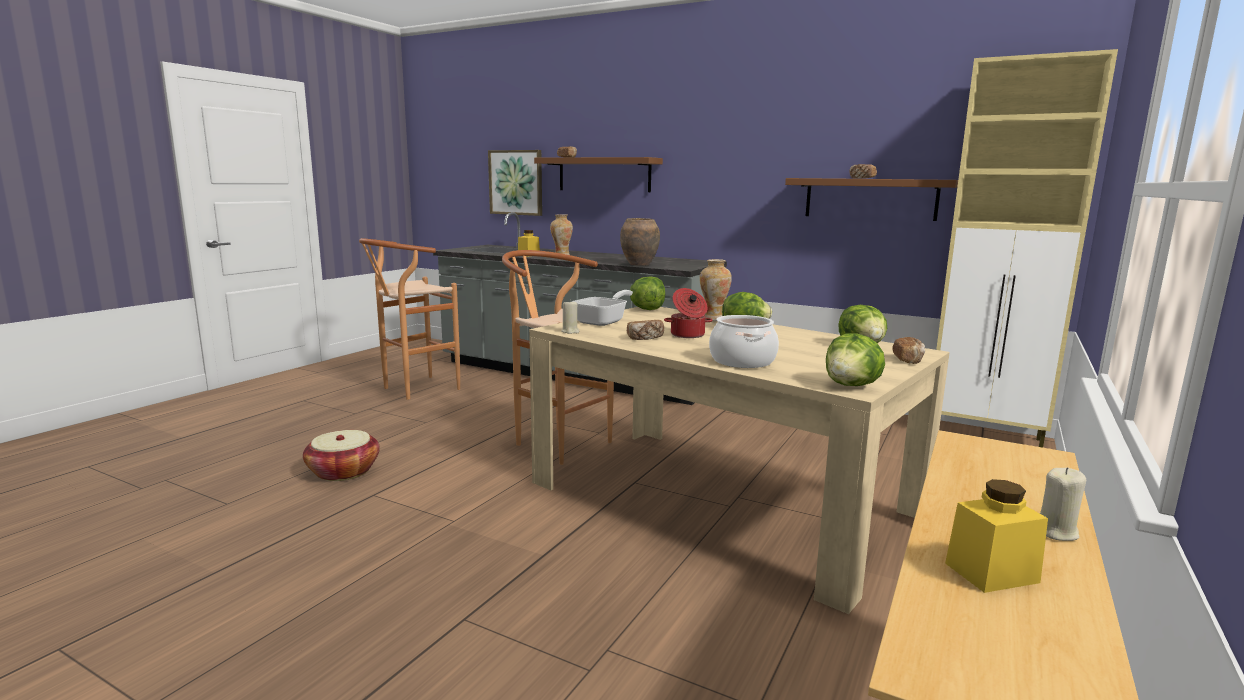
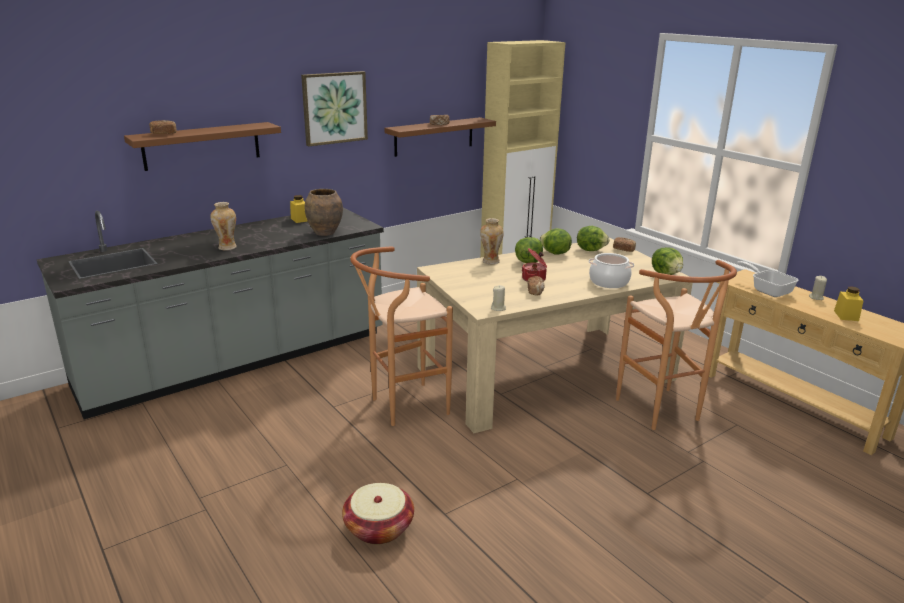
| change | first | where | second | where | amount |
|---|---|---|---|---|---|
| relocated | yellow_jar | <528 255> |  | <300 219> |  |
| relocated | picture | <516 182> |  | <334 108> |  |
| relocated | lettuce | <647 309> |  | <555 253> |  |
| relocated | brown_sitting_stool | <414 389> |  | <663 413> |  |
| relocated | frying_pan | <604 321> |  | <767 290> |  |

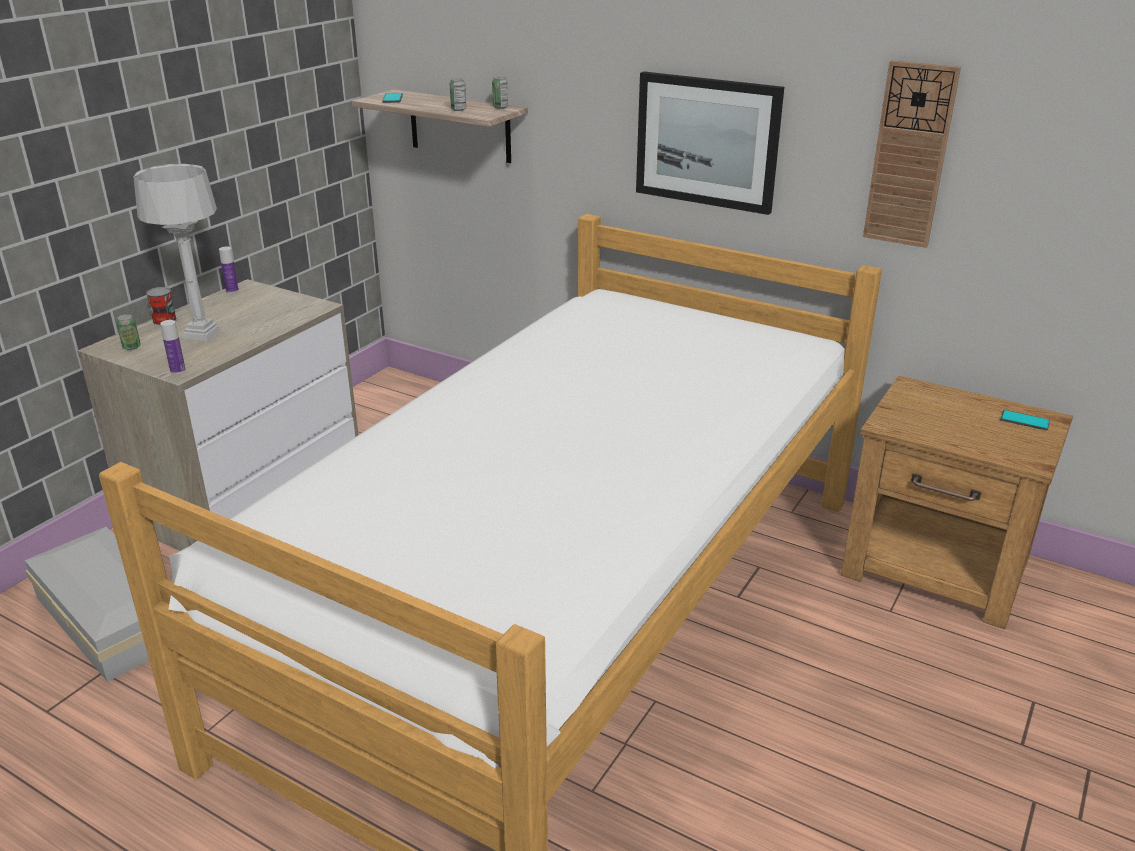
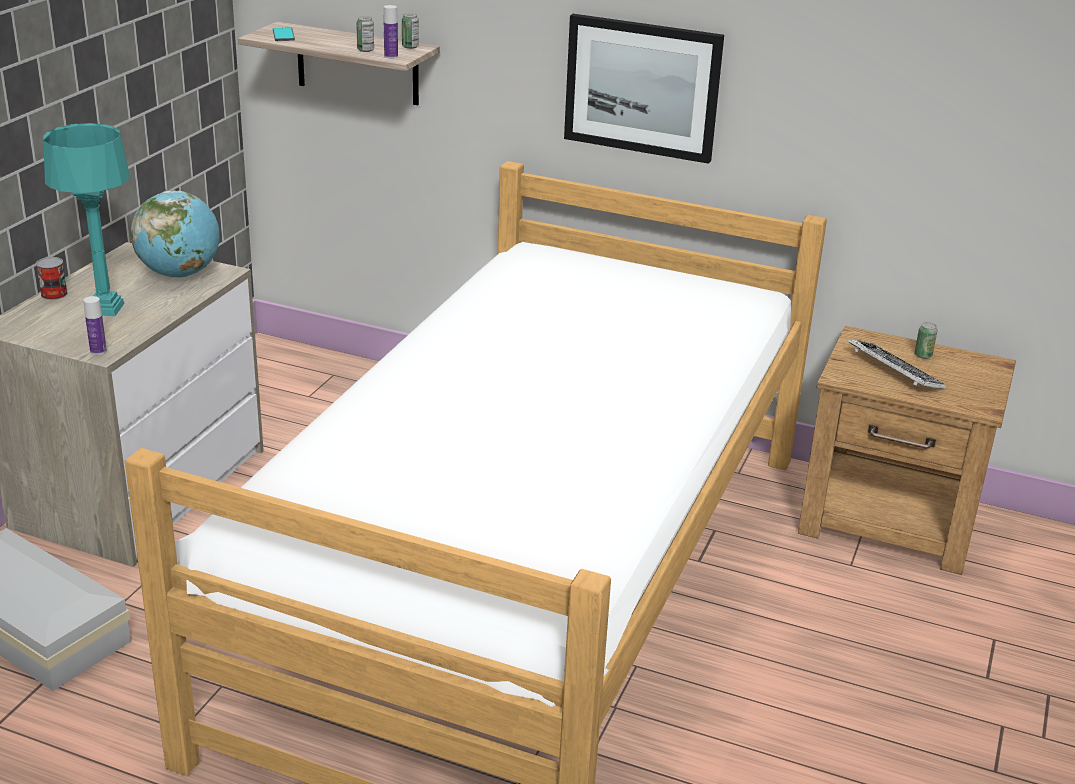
| change | first | where | second | where | amount |
|---|---|---|---|---|---|
| colour | greyish_table_lamp | <201 334> | turquoise_table_lamp | <104 308> |  |
| appeared |  |  | globe | <180 274> |  |
| relocated | bottle | <232 290> |  | <391 56> |  |
| appeared |  |  | PC_keyboard | <894 371> |  |
| relocated | metal_can | <131 347> |  | <923 355> |  |
| missing | hanging_clock | <909 155> |  |  |  |
| missing | phone | <1024 421> |  |  |  |

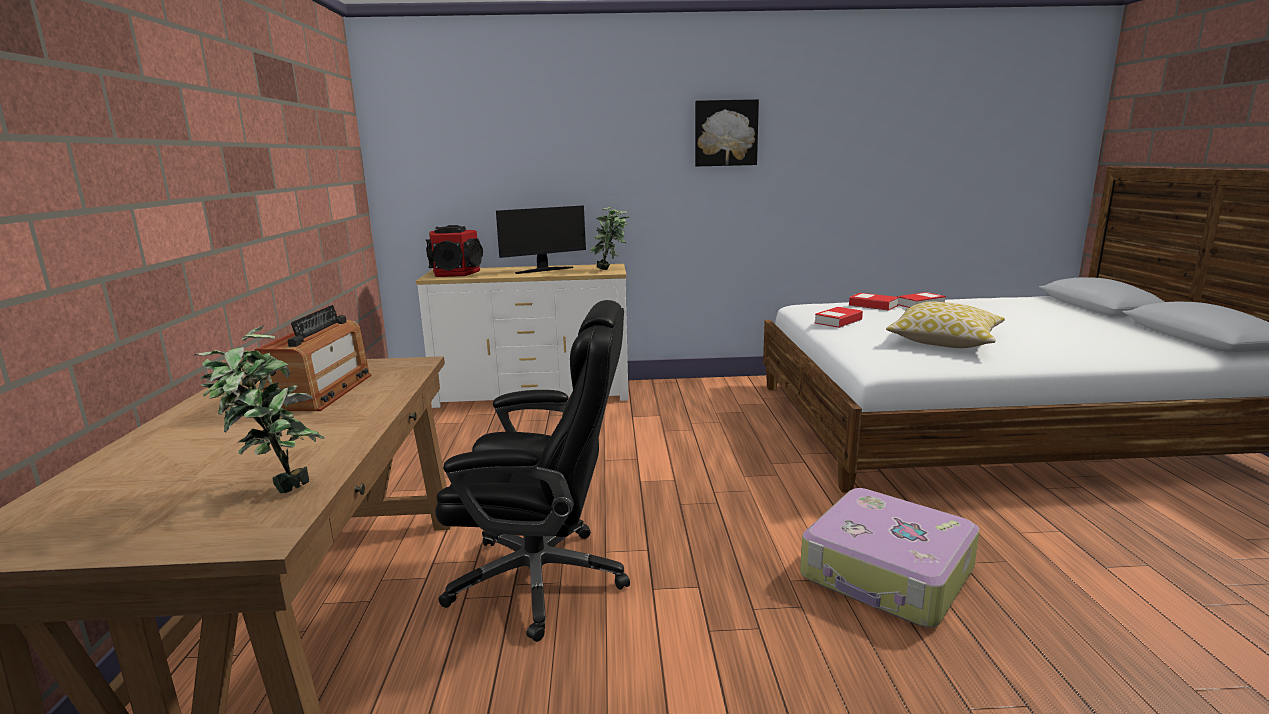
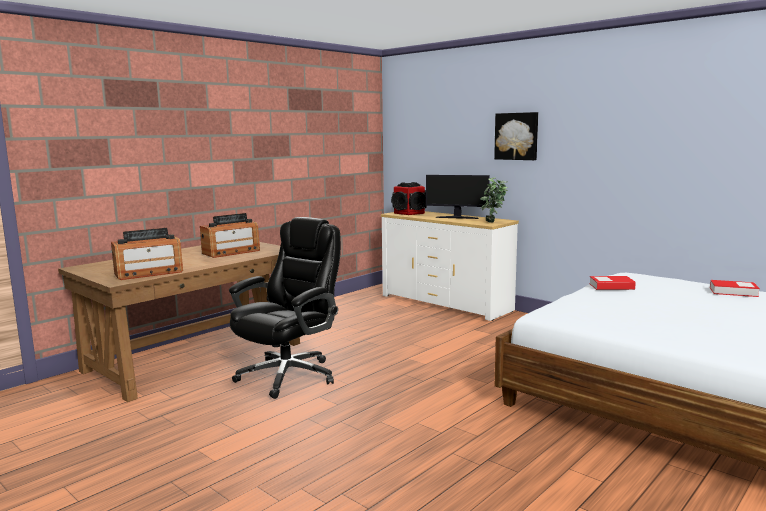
| change | first | where | second | where | amount |
|---|---|---|---|---|---|
| exchanged | plant_in_a_pot | <276 487> | radio_receiver | <149 273> |  |
| spun | black-coloured_office_chair | <543 579> |  | <289 375> | 105 degrees counterclockwise |
| relocated | picture | <725 133> |  | <517 136> |  |
| missing | travel_case | <887 574> |  |  |  |
| missing | bound_book | <873 305> |  |  |  |
| missing | throw_pillow | <944 341> |  |  |  |

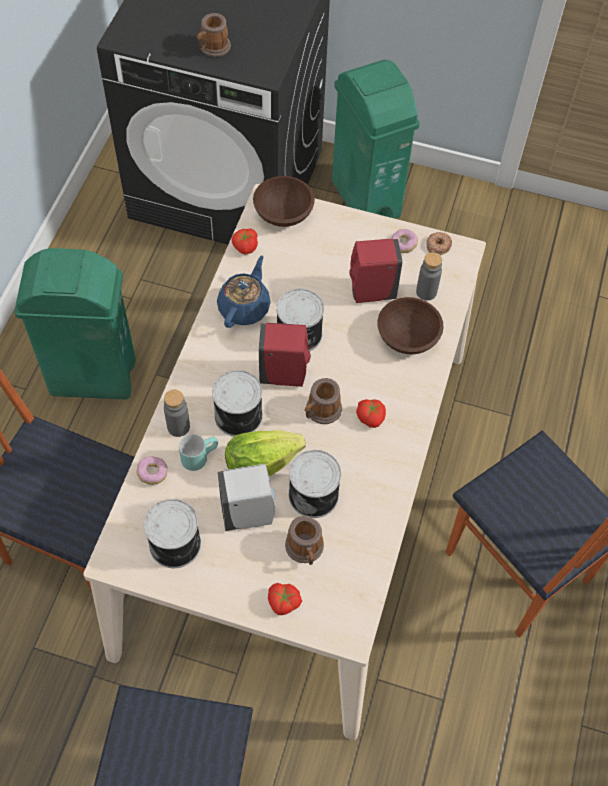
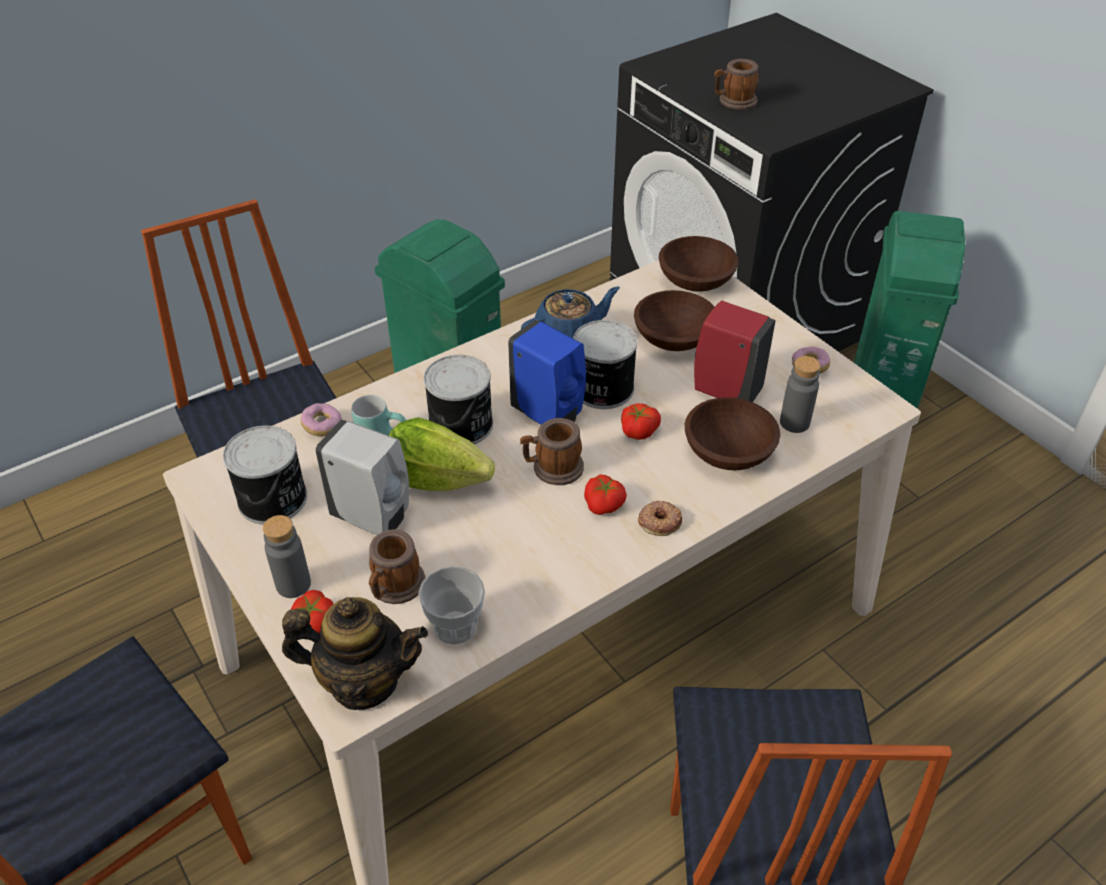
| change | first | where | second | where | amount |
|---|---|---|---|---|---|
| relocated | greyish_bottle | <178 427> |  | <293 584> |  |
| appeared |  |  | pot_for_tea | <363 681> |  |
| appeared |  |  | drinking_cup | <455 626> |  |
| colour | red-coloured_soap_dispenser | <285 374> | blue_soap_dispenser | <549 415> |  |
| relocated | fresh_tomato | <244 246> |  | <638 430> |  |
| appeared |  |  | brown_bowl | <675 339> |  |
| relocated | ring_doughnut | <438 245> |  | <659 521> |  |
| missing | metal_can | <314 494> |  |  |  |

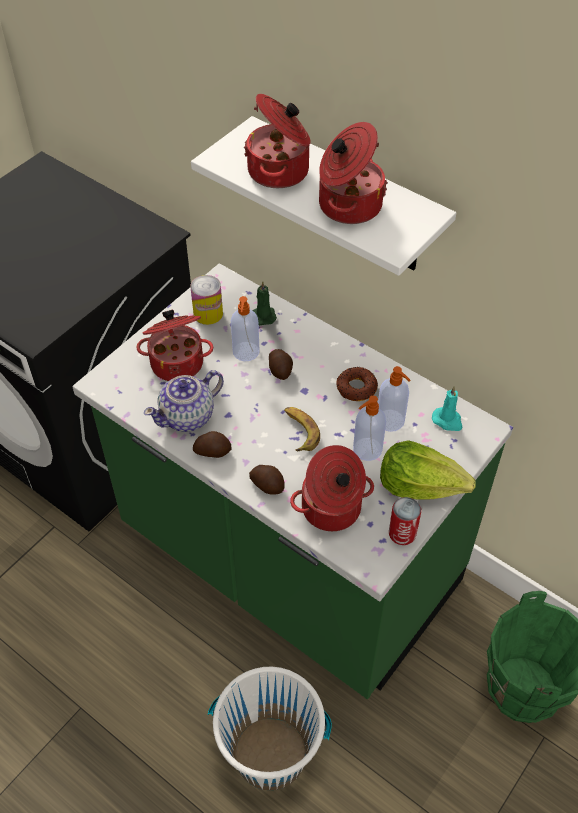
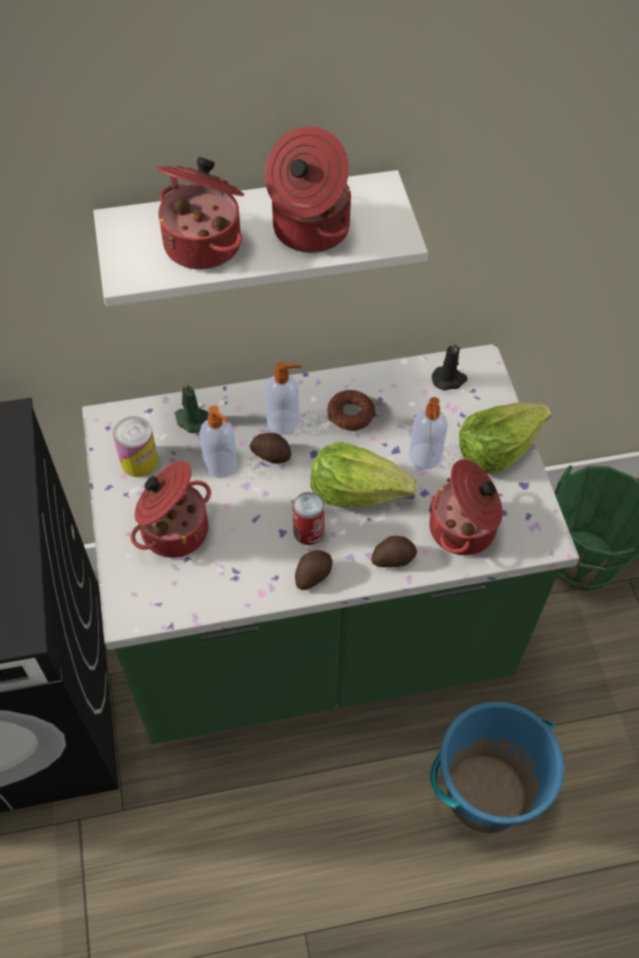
| change | first | where | second | where | amount |
|---|---|---|---|---|---|
| relocated | soap_dispenser | <391 421> |  | <284 422> |  |
| relocated | metal_can | <402 533> |  | <308 532> |  |
| exchanged | banana_fruit | <299 431> | lettuce | <357 491> |  |
| colour | white-coloured_bucket | <270 753> | blue_bucket | <485 793> |  |
| colour | turquoise_candle | <448 420> | black-coloured_candle | <449 379> |  |
| missing | pot_for_tea | <188 416> |  |  |  |

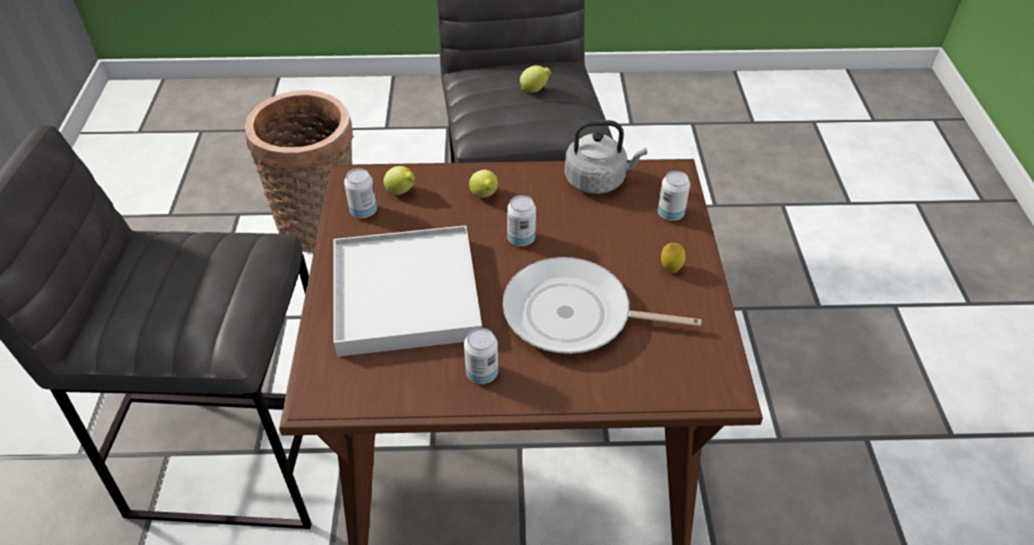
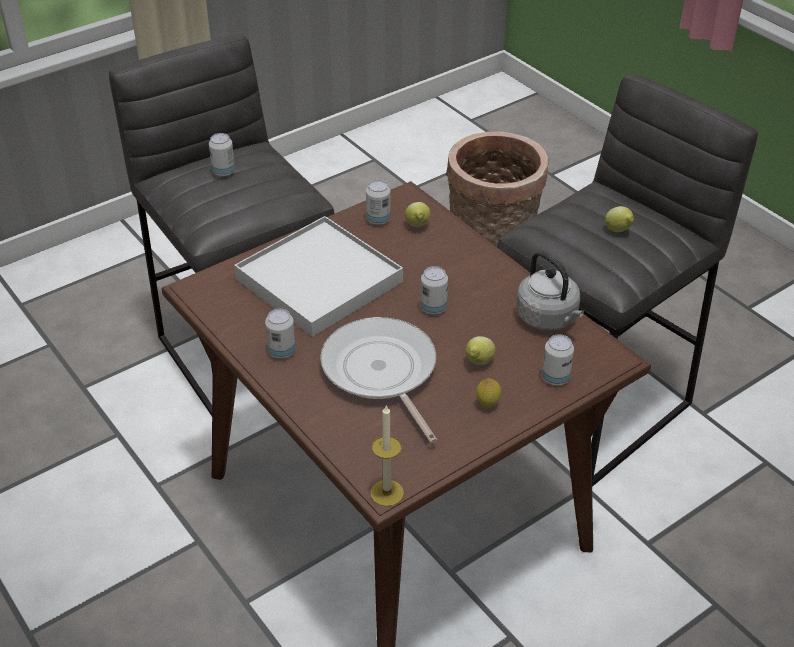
| change | first | where | second | where | amount |
|---|---|---|---|---|---|
| appeared |  |  | metal_can | <223 172> |  |
| appeared |  |  | candle | <387 493> |  |
| relocated | whole_lemon | <484 196> |  | <478 363> |  |

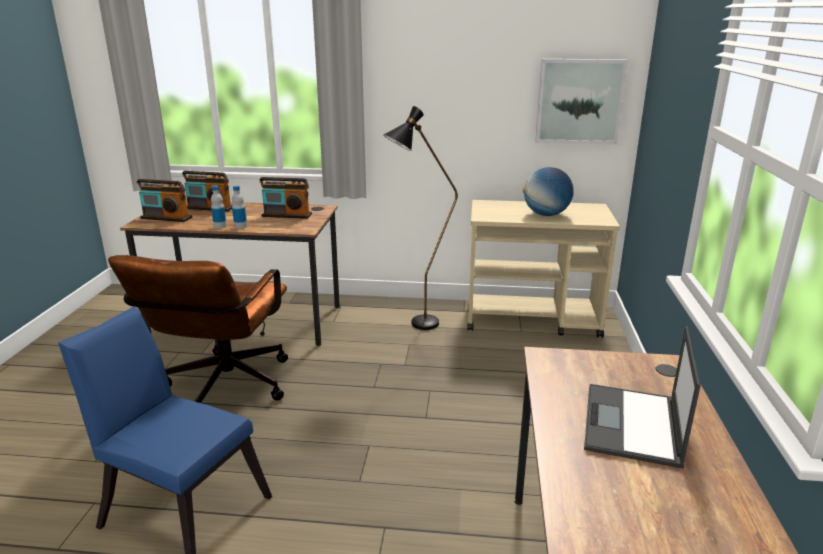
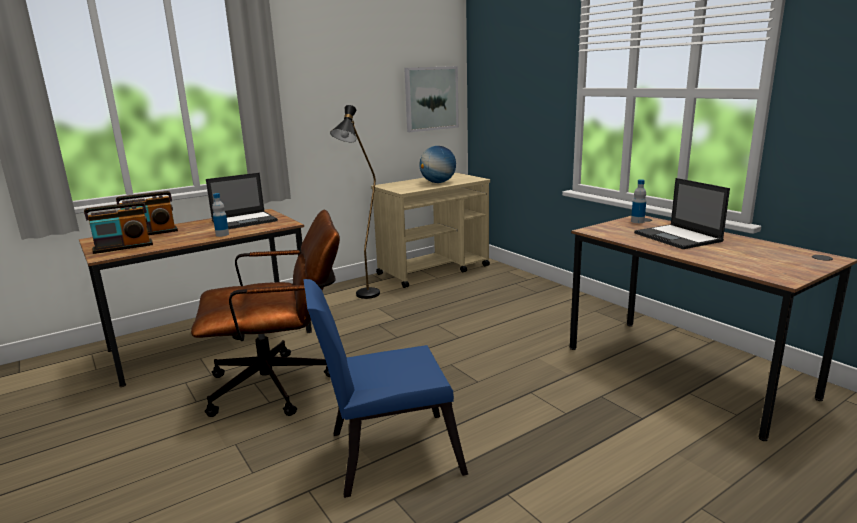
| change | first | where | second | where | amount |
|---|---|---|---|---|---|
| spun | brown_office_chair | <223 390> |  | <281 385> | 75 degrees counterclockwise |
| exchanged | radio_receiver | <287 215> | laptop | <245 221> |  |
| relocated | bottle | <220 226> |  | <637 221> |  |

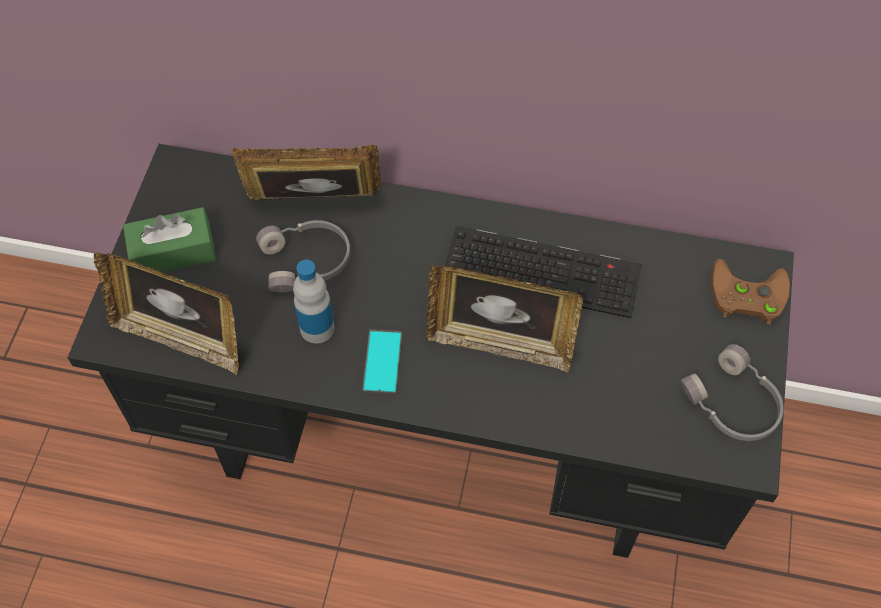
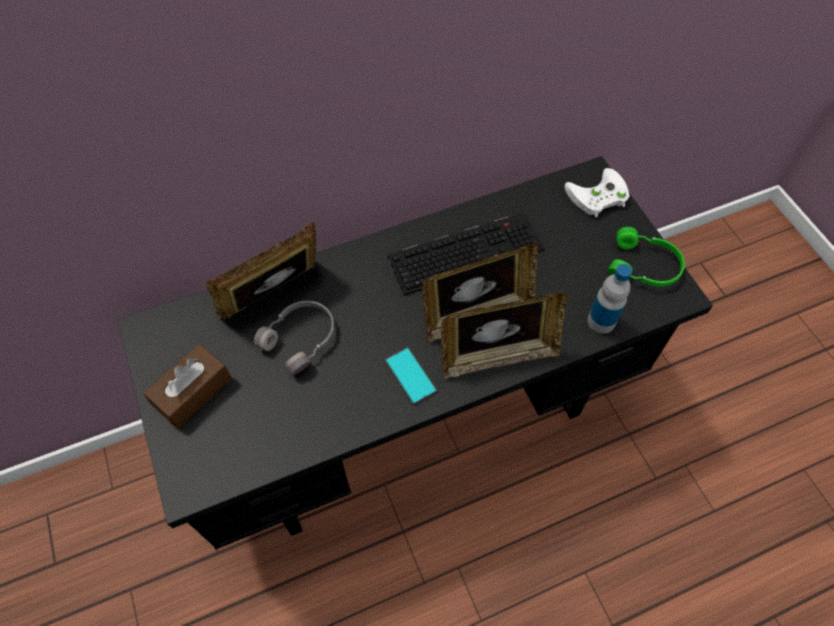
| change | first | where | second | where | amount |
|---|---|---|---|---|---|
| colour | green-coloured_tissue_holder | <173 252> | brown_tissue_holder | <193 392> |  |
| relocated | picture_frame | <180 338> |  | <497 356> |  |
| colour | brown_game_controller | <745 296> | white-coloured_game_controller | <597 197> |  |
| relocated | bottle | <317 328> |  | <601 321> |  |
| colour | greyish_pair_of_headphones | <732 404> | green-coloured_pair_of_headphones | <644 267> |  |

